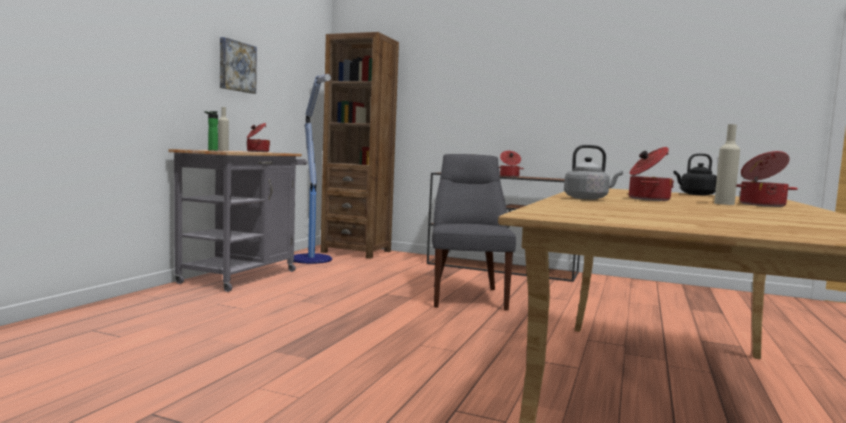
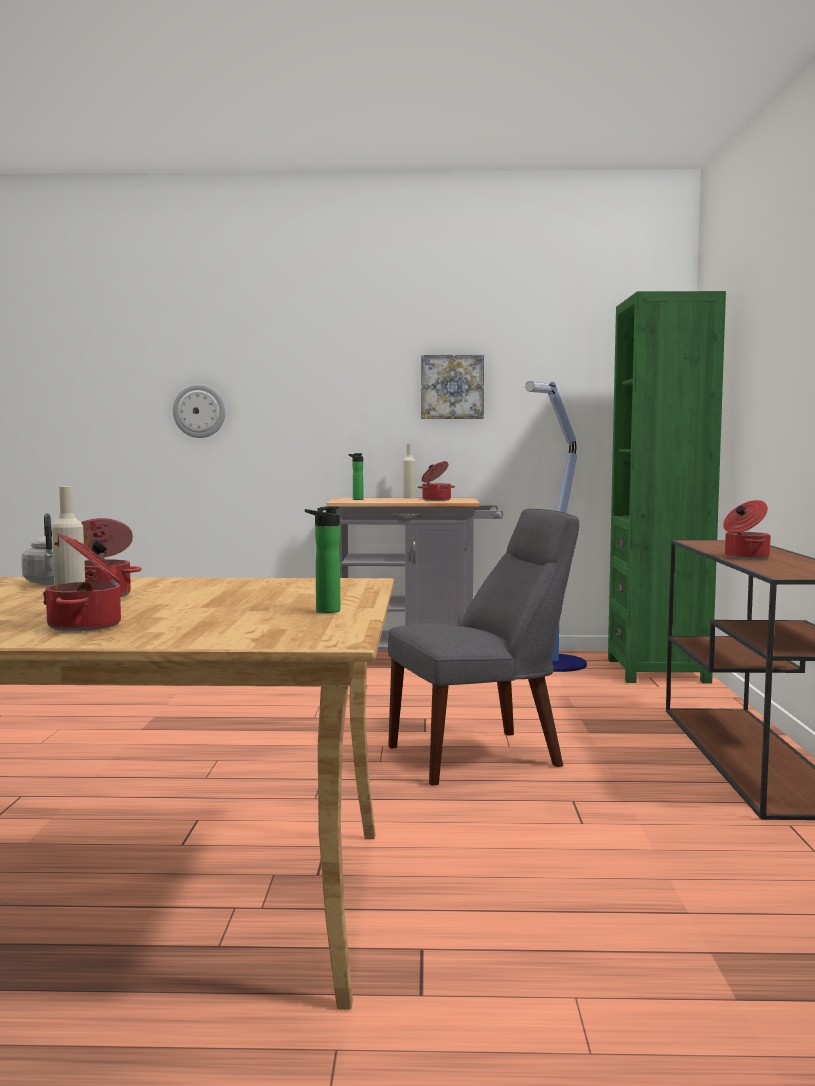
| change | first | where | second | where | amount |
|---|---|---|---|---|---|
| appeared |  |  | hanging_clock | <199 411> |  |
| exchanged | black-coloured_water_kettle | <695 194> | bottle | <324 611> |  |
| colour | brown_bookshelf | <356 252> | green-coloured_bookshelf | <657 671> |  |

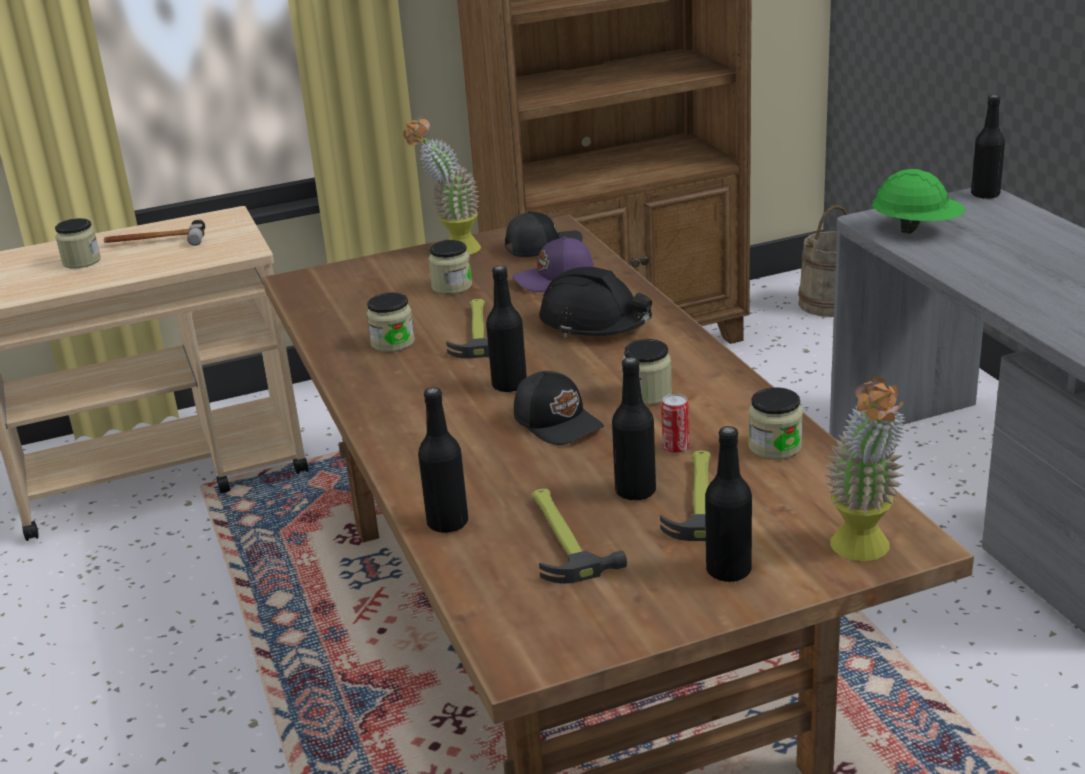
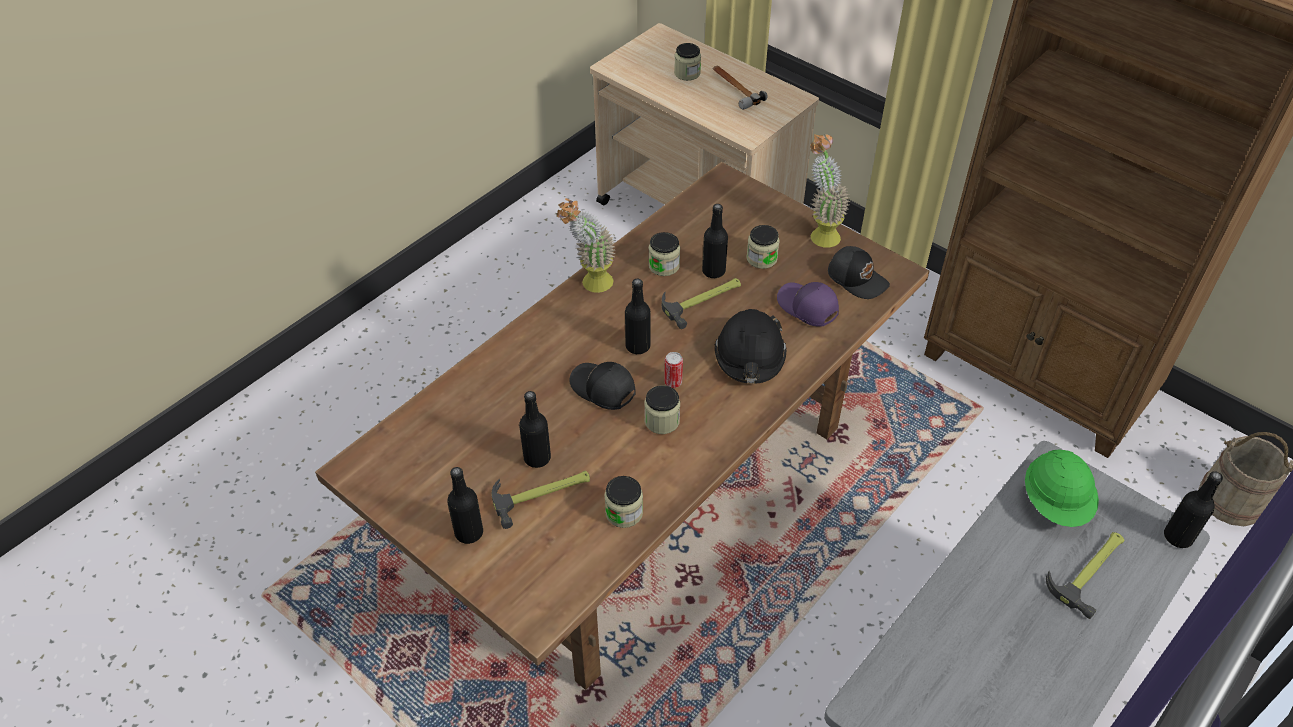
| change | first | where | second | where | amount |
|---|---|---|---|---|---|
| relocated | plant_in_a_pot | <863 553> |  | <590 285> |  |
| spun | black-coloured_peaked_cap | <558 422> |  | <602 389> | 105 degrees clockwise |
| relocated | metal_can | <676 448> |  | <673 382> |  |
| relocated | black-coloured_bottle | <447 523> |  | <713 271> |  |
| relocated | tool_hammer | <562 537> |  | <1090 570> |  |

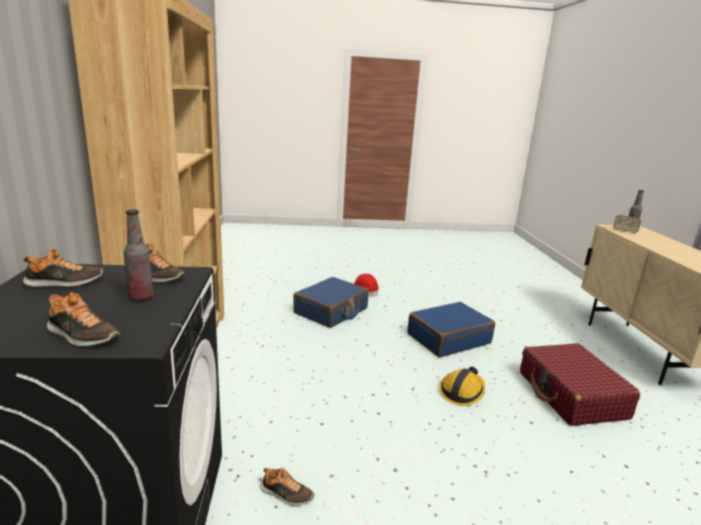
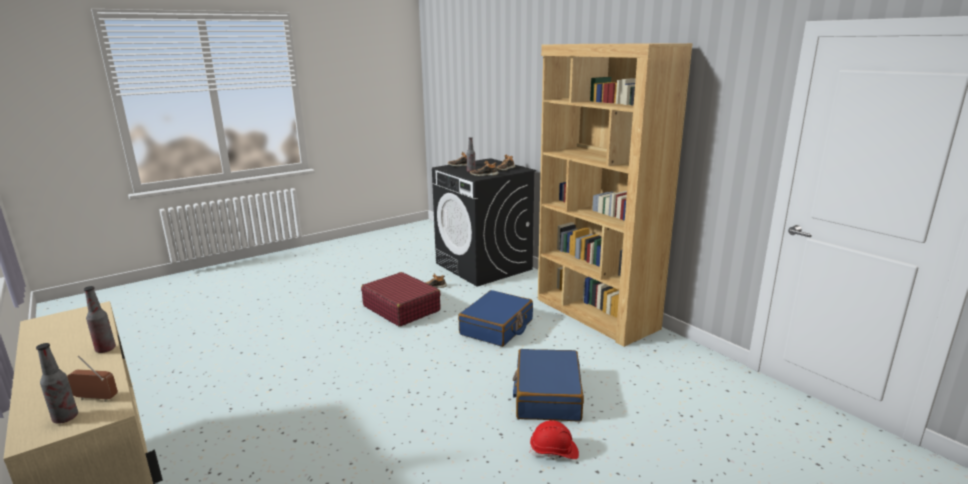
| change | first | where | second | where | amount |
|---|---|---|---|---|---|
| appeared |  |  | bottle | <105 349> |  |
| relocated | red-coloured_travel_case | <571 395> |  | <401 308> |  |
| relocated | blue_travel_case | <448 338> |  | <497 327> |  |
| missing | hard_hat | <462 392> |  |  |  |

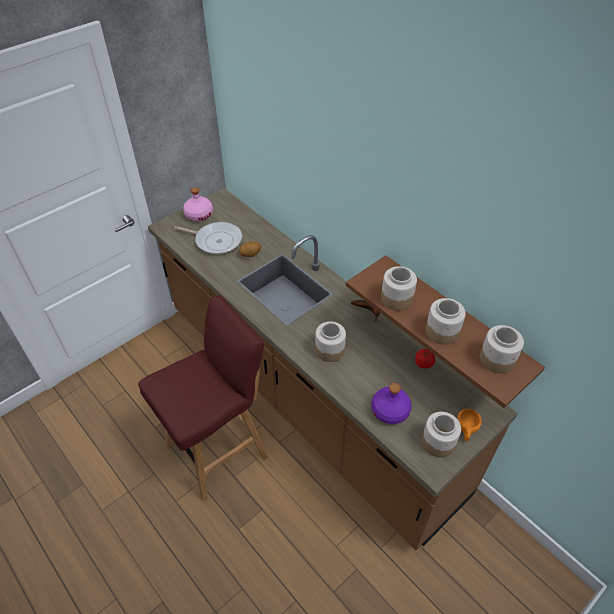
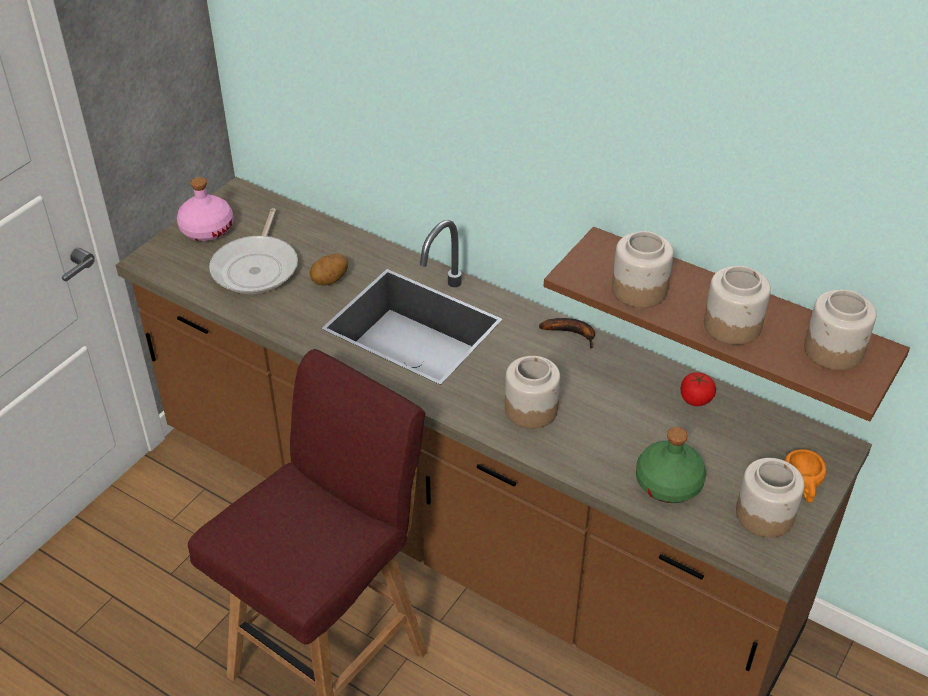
| change | first | where | second | where | amount |
|---|---|---|---|---|---|
| spun | frying_pan | <216 240> |  | <257 267> | 90 degrees clockwise |
| colour | purplish_bottle | <389 411> | green-coloured_bottle | <668 484> |  |

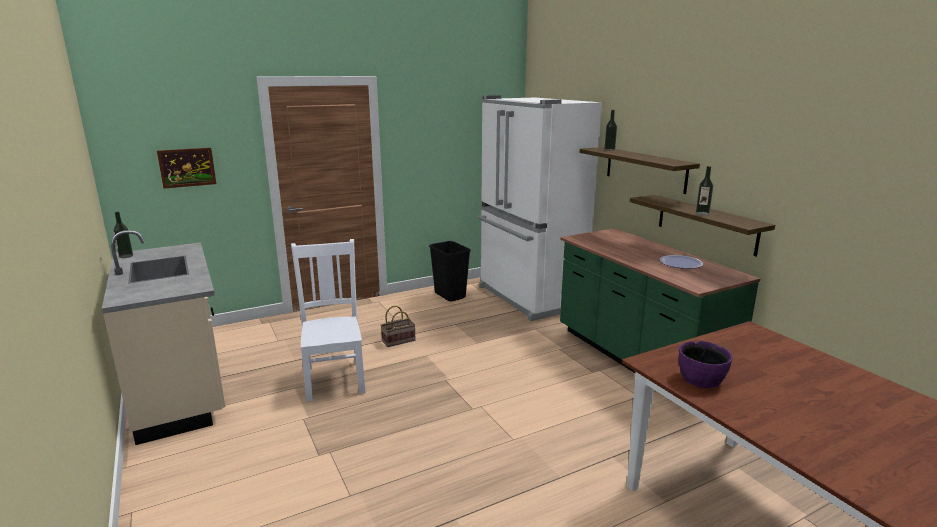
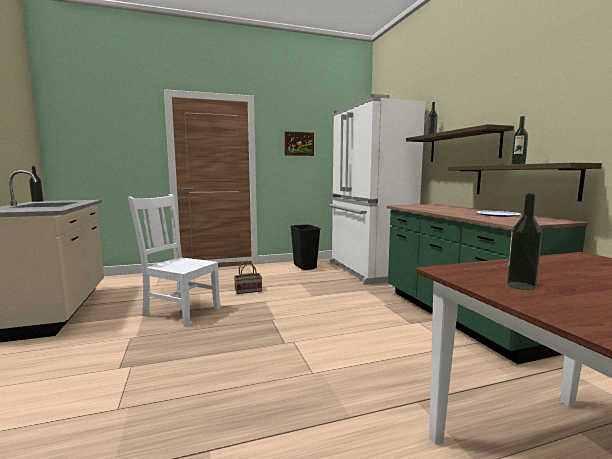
| change | first | where | second | where | amount |
|---|---|---|---|---|---|
| spun | white-coloured_chair | <335 378> |  | <180 311> | 60 degrees counterclockwise |
| relocated | picture | <187 167> |  | <299 143> |  |
| exchanged | purplish_bowl | <701 379> | bottle | <521 286> |  |

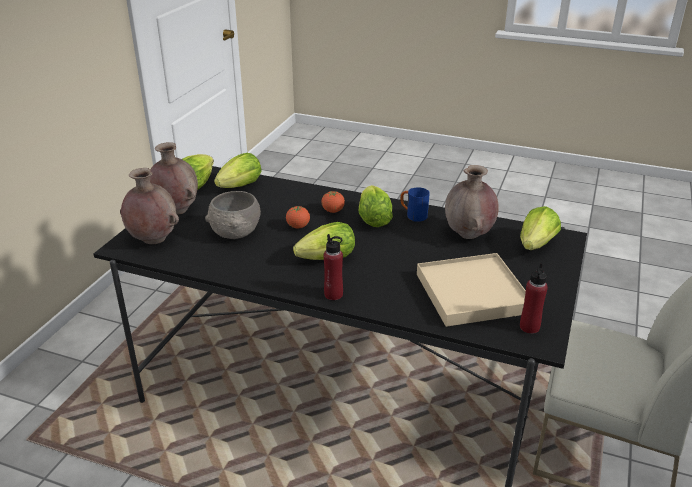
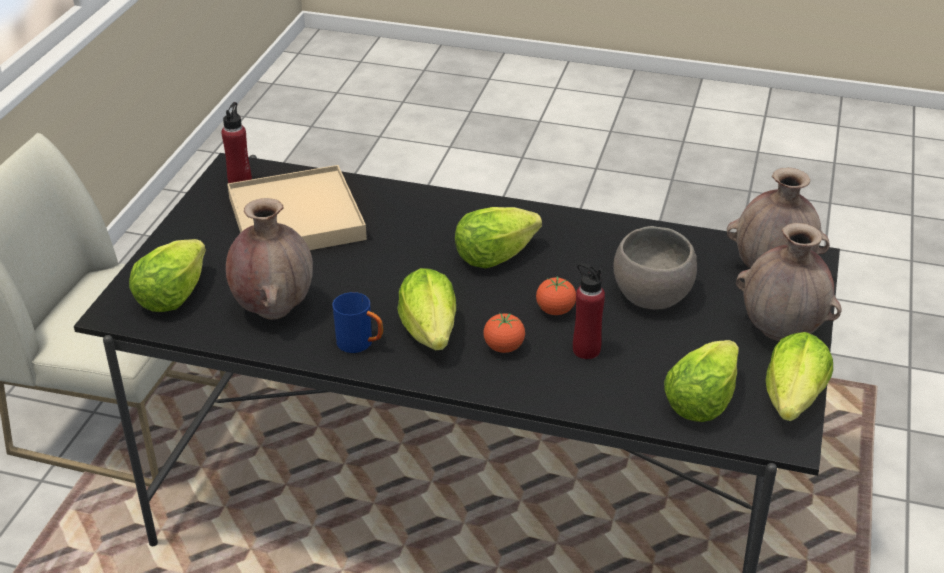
| change | first | where | second | where | amount |
|---|---|---|---|---|---|
| relocated | red-coloured_bottle | <333 294> |  | <586 350> |  |

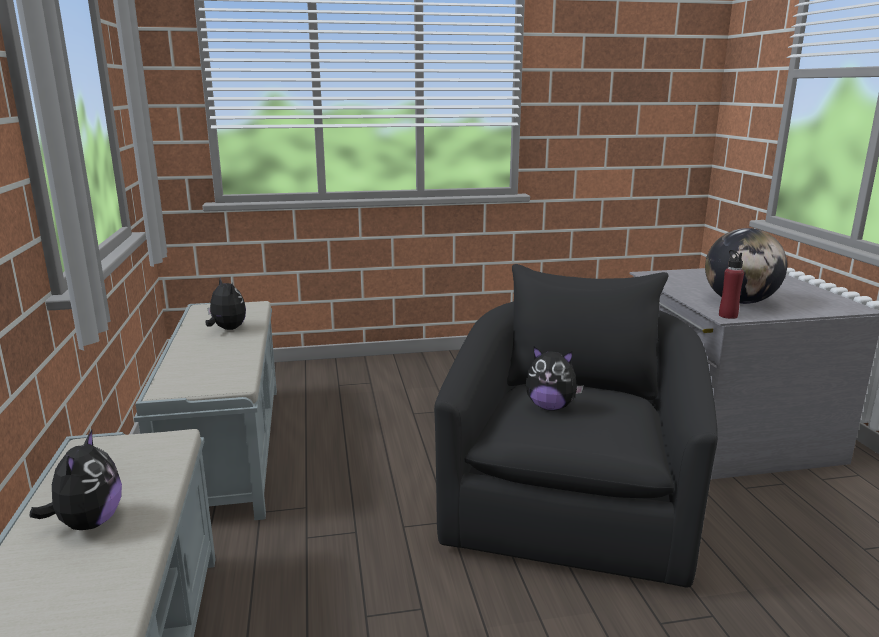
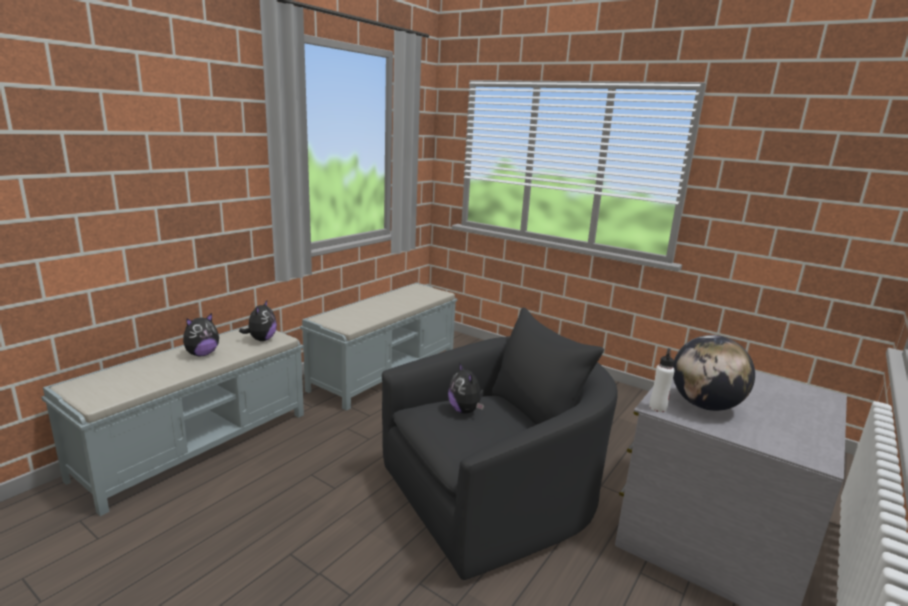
| change | first | where | second | where | amount |
|---|---|---|---|---|---|
| relocated | soft_toy | <227 329> |  | <261 339> |  |
| colour | red-coloured_bottle | <728 316> | white-coloured_bottle | <657 408> |  |

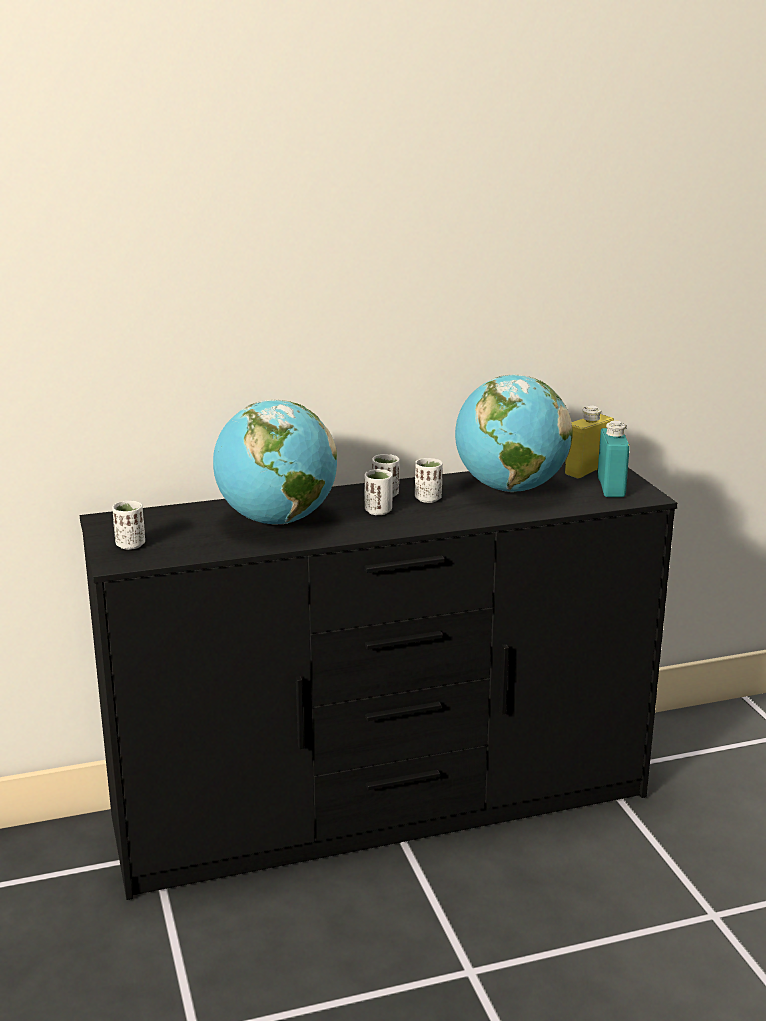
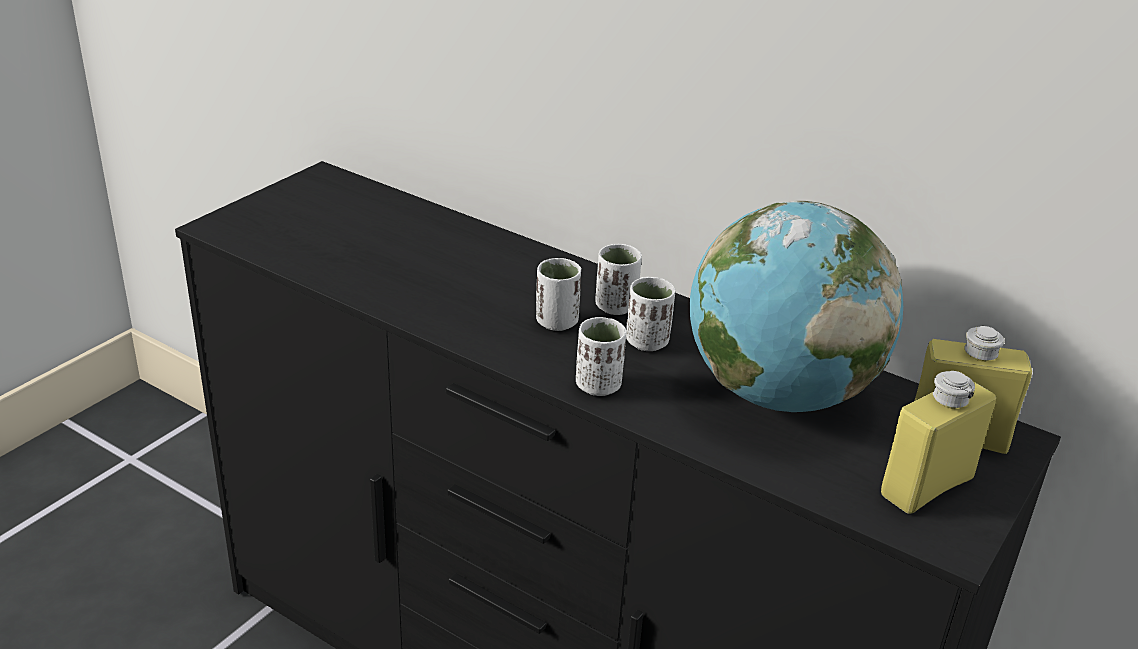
| change | first | where | second | where | amount |
|---|---|---|---|---|---|
| relocated | white-coloured_drinking_cup | <130 545> |  | <598 386> |  |
| colour | turquoise_bottle | <611 487> | yellow_bottle | <926 486> |  |
| missing | globe | <276 521> |  |  |  |

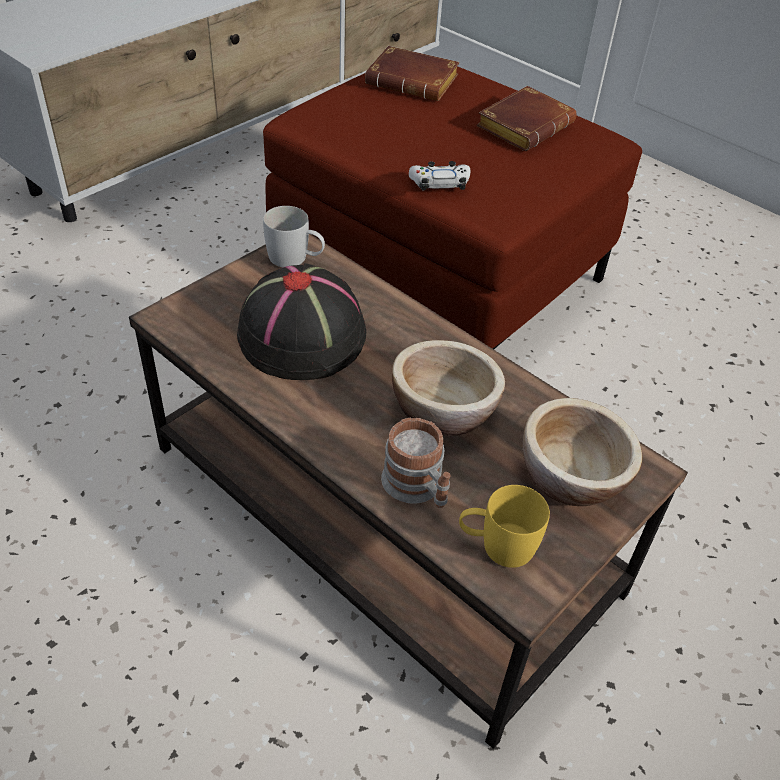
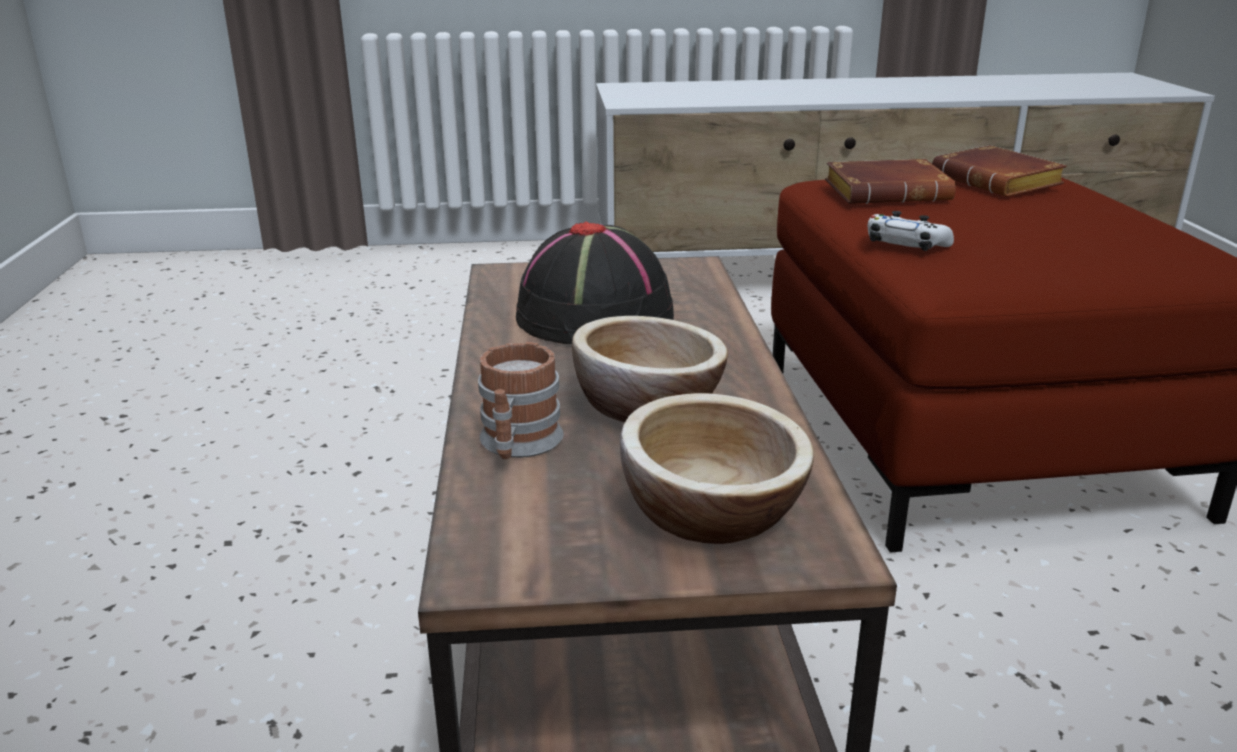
| change | first | where | second | where | amount |
|---|---|---|---|---|---|
| relocated | brown_bound_book | <524 125> |  | <889 193> |  |
| missing | white-coloured_mug | <295 259> |  |  |  |
| missing | yellow_mug | <497 545> |  |  |  |

